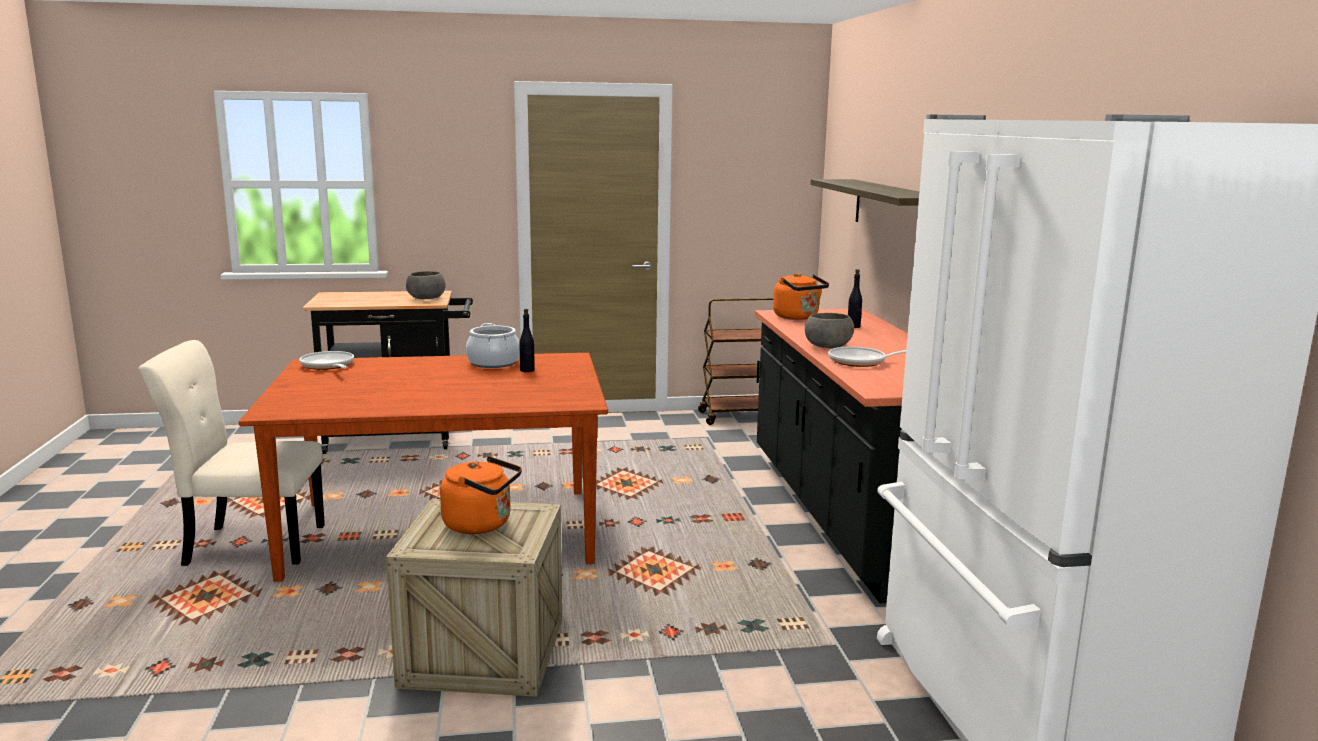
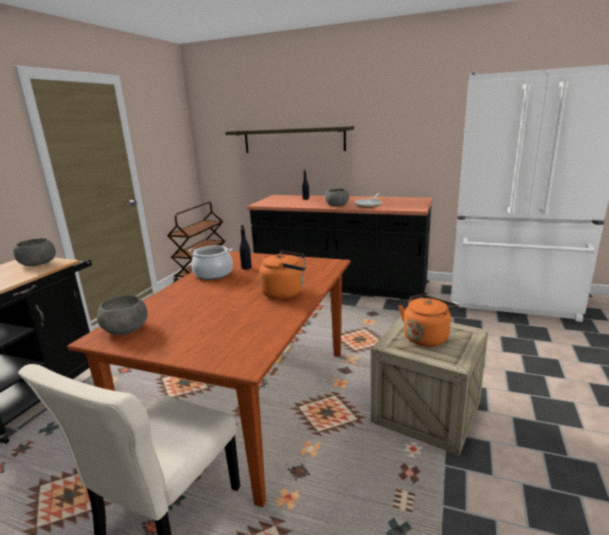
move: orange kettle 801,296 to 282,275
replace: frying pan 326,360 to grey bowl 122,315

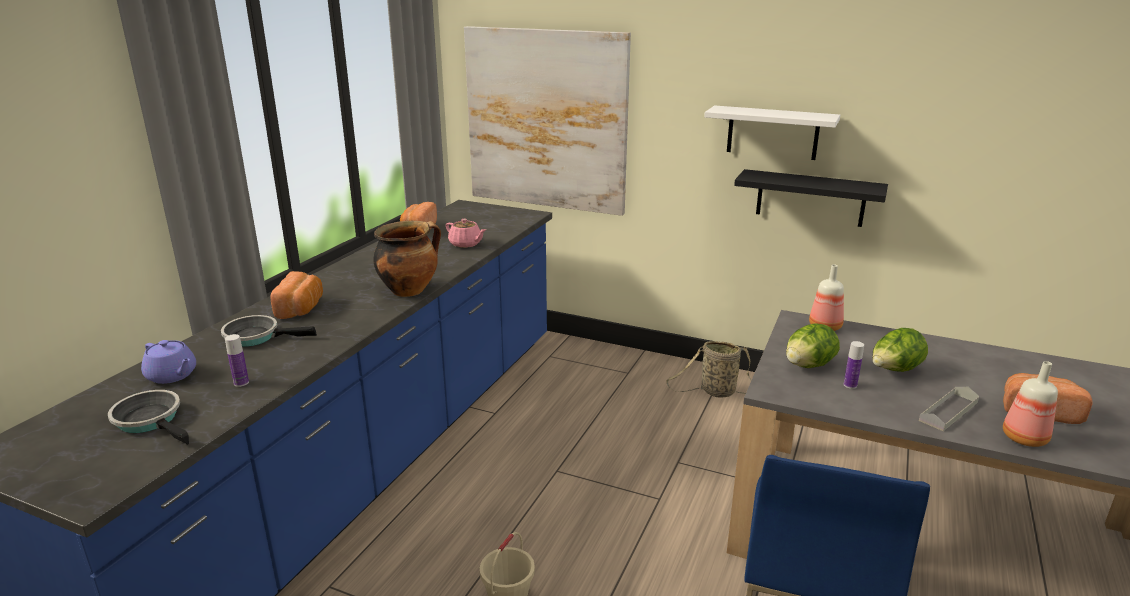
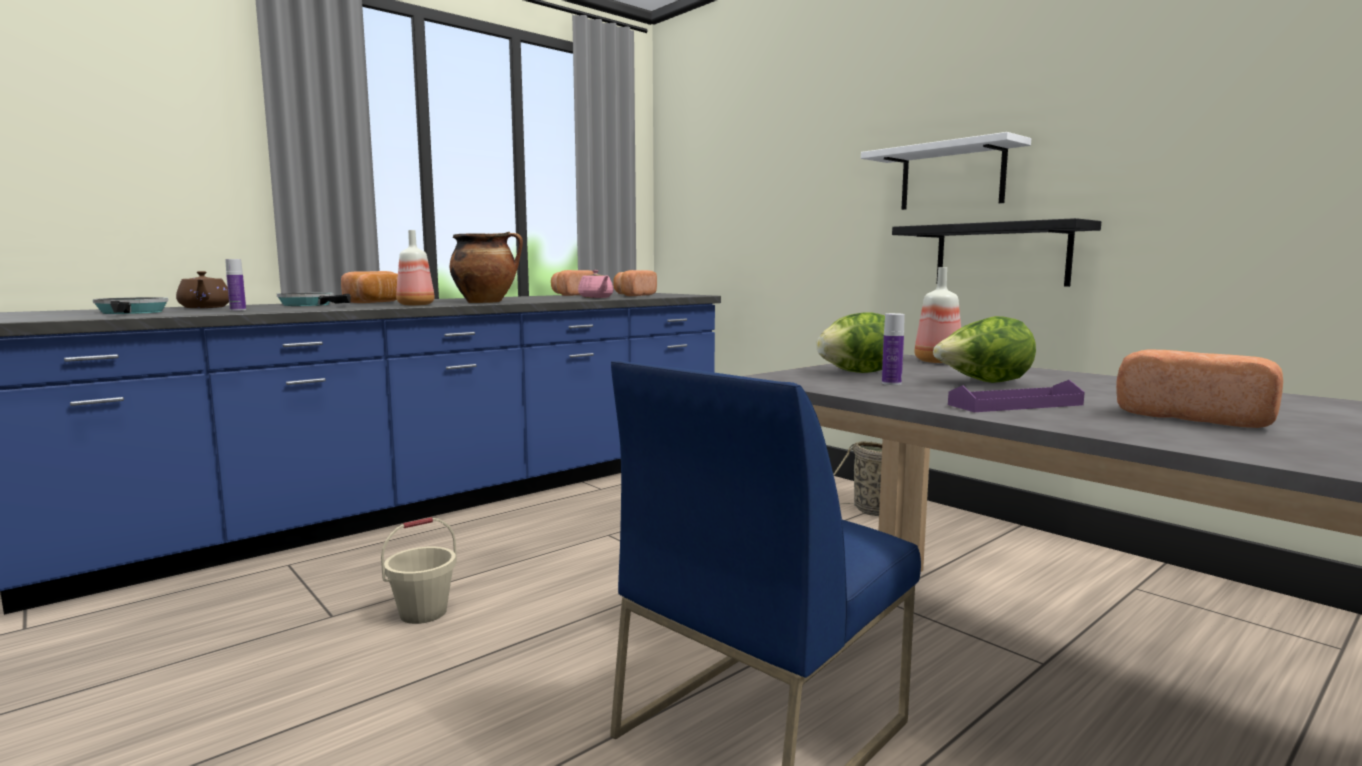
delete: picture 547,121
insert: bread 635,283
move: bottle 1030,404 to 415,268
recolor: purple teapot 168,362 to brown teapot 202,289; grey tray 949,409 to purple tray 1016,396

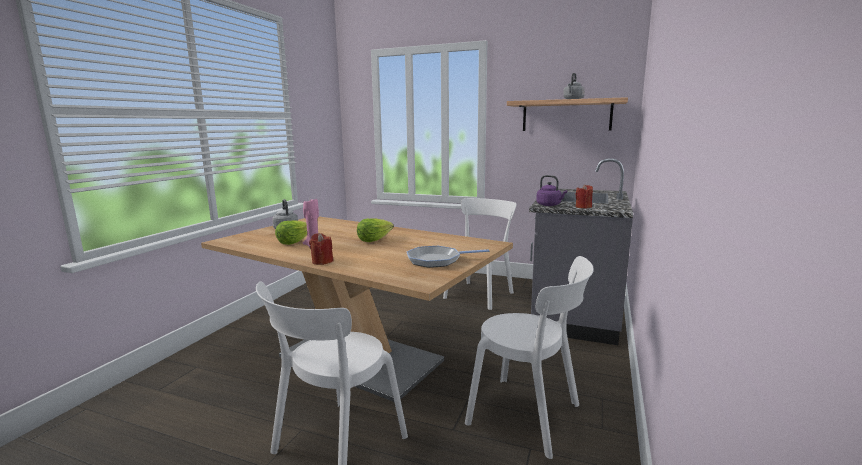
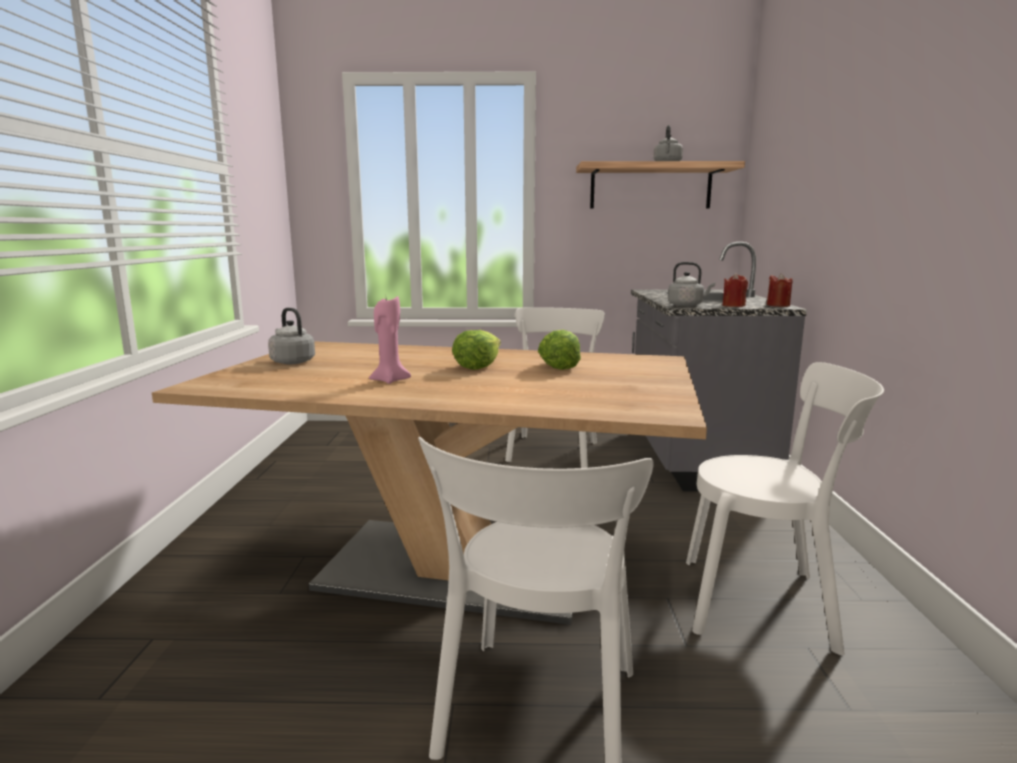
delete: frying pan 448,257
move: lettuce 291,232 to 559,350; red candle 321,249 to 780,290
recolor: purple kettle 551,190 to grey kettle 691,284

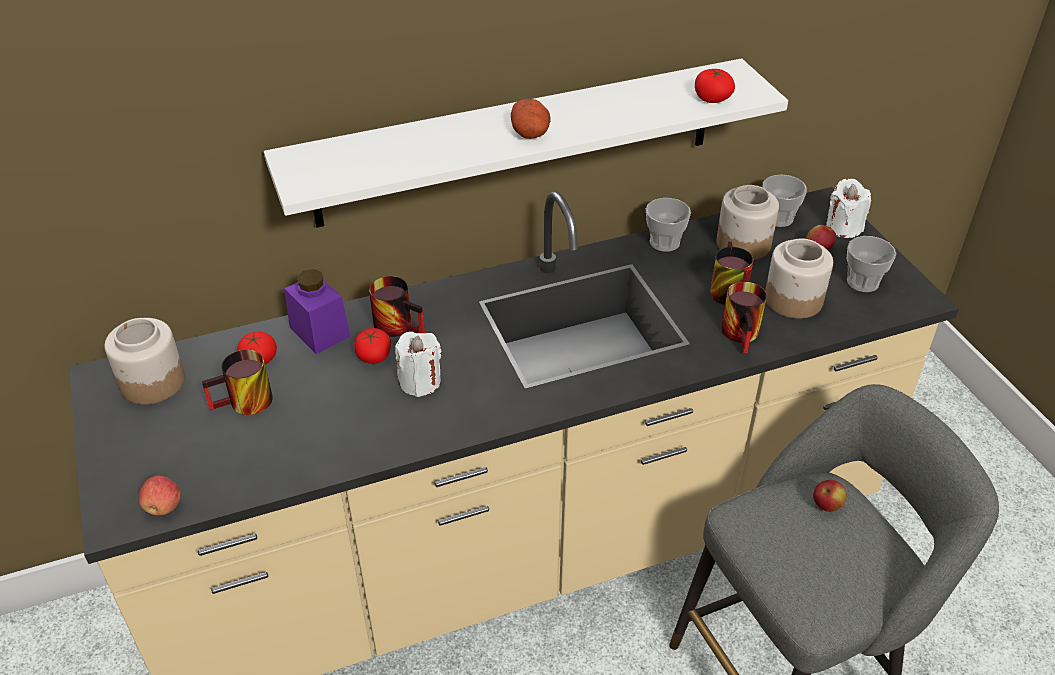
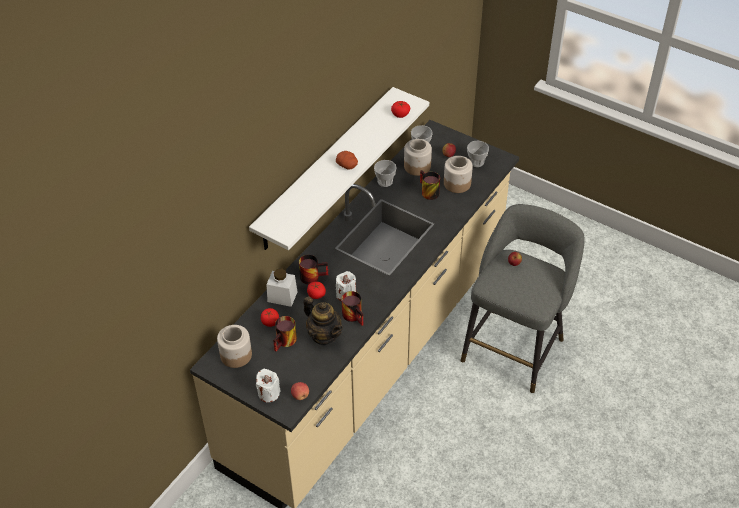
insert: teapot 323,320
move: white candle 848,208 to 268,385; mug 744,317 to 353,308
recolor: purple jar 317,311 to white jar 282,288

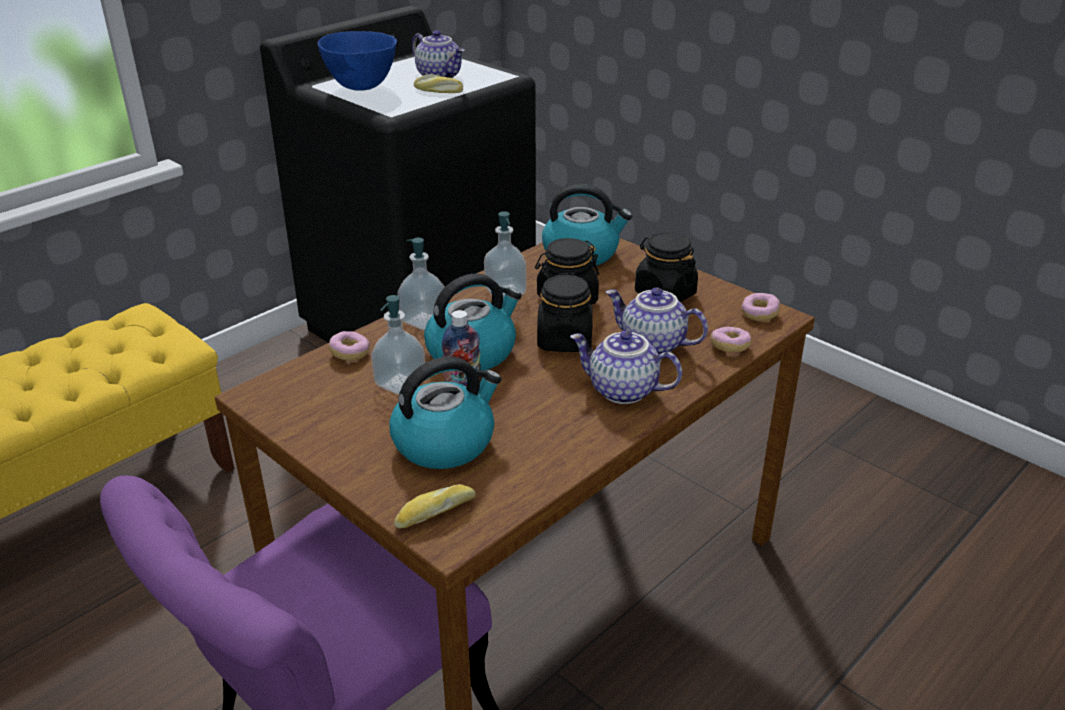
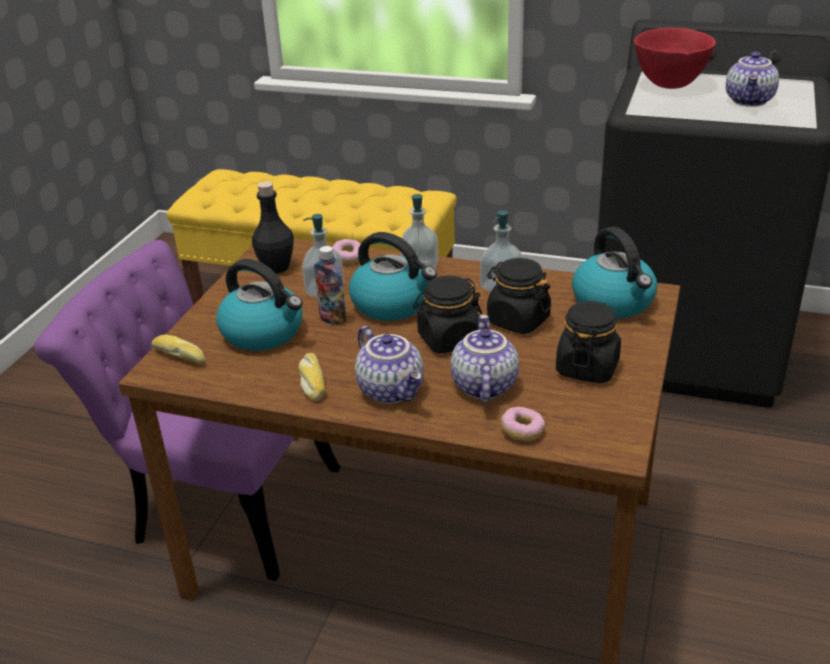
delete: donut 761,307
insert: black bottle 273,227
move: bread 438,83 to 311,377
recolor: blue bowl 357,61 to red bowl 675,58
rotate: teapot 626,367 = 389,365 150 degrees clockwise

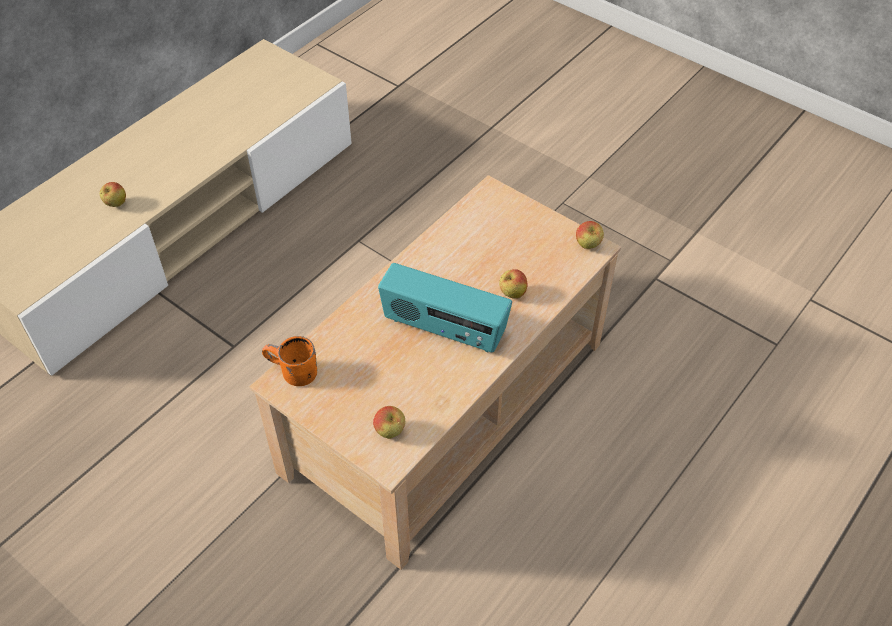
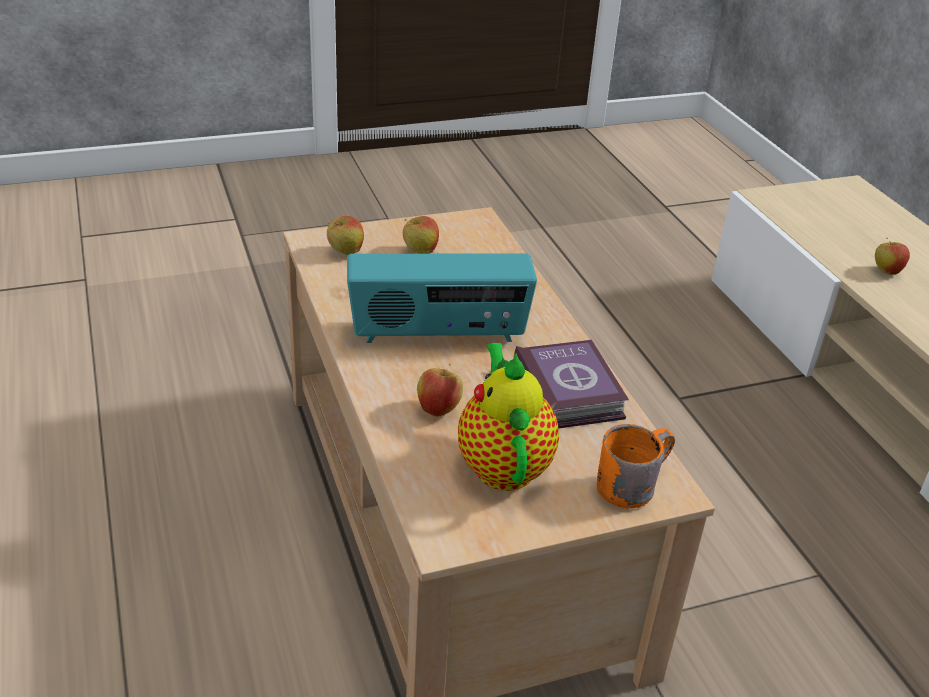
insert: book 571,384; teapot 508,417
move: apple 590,235 to 421,235; orange mug 289,361 to 636,466
rotate: radio 445,307 = 442,298 150 degrees counterclockwise

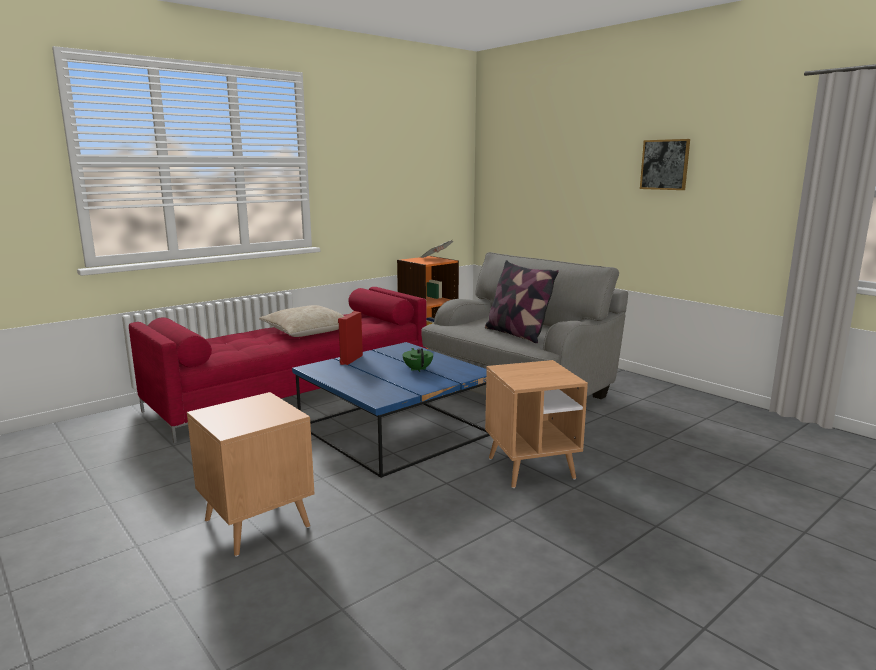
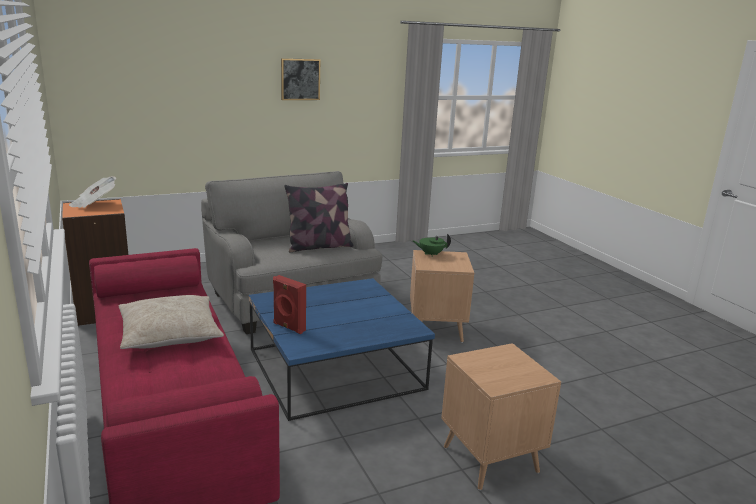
move: green teapot 418,360 to 432,245

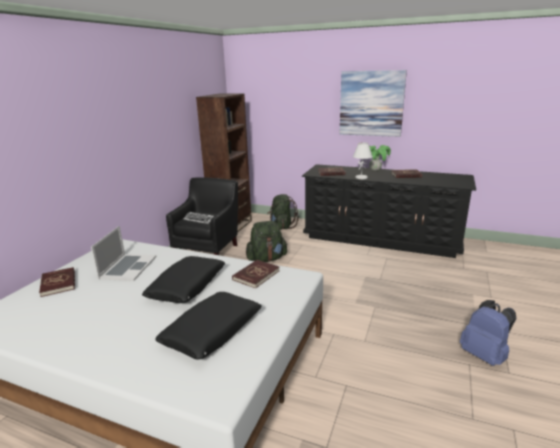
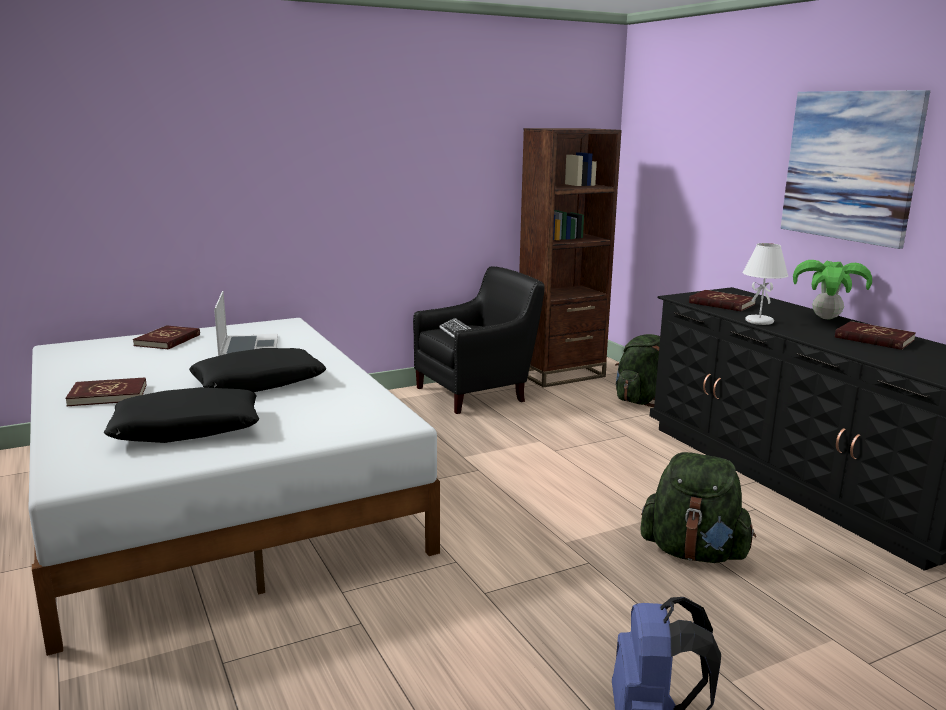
move: green backpack 266,241 to 698,507; red book 255,274 to 105,392
rotate: laptop 124,253 = 246,323 60 degrees counterclockwise

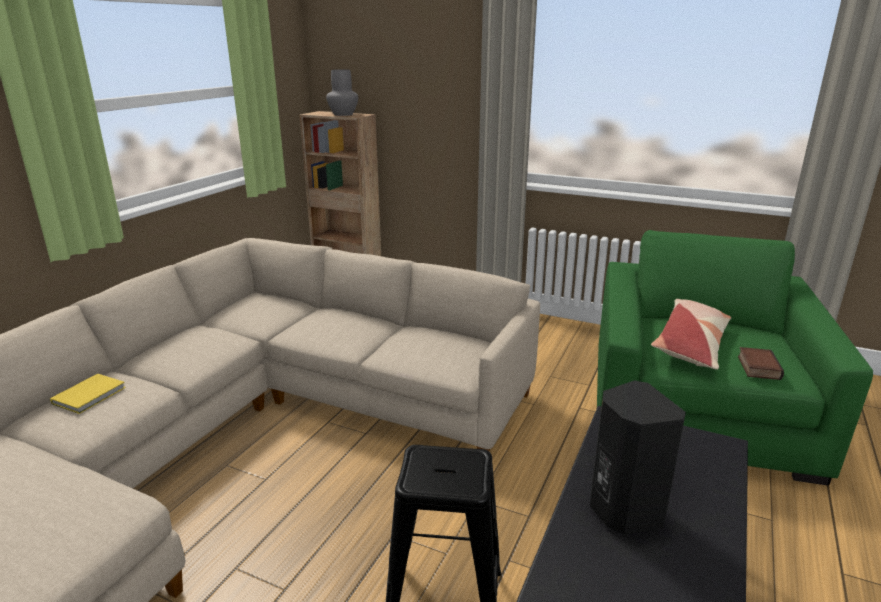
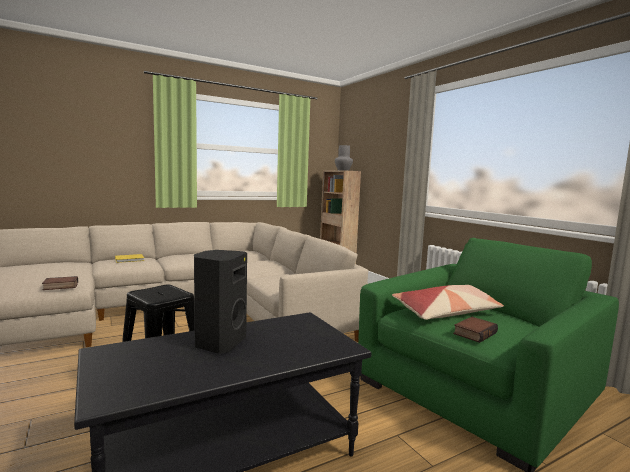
insert: book 60,283

